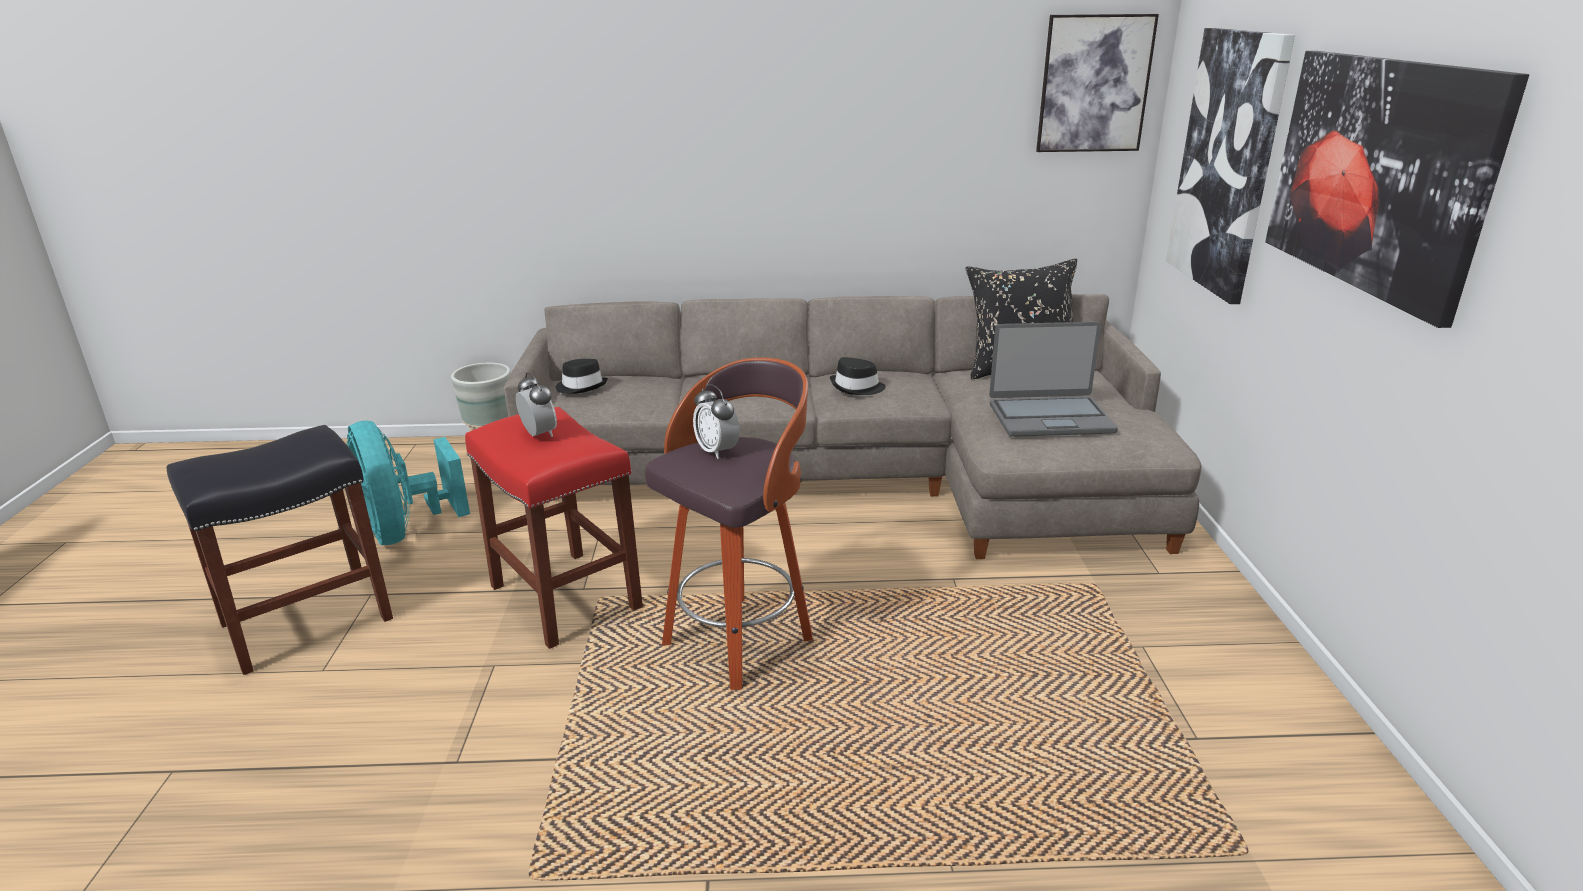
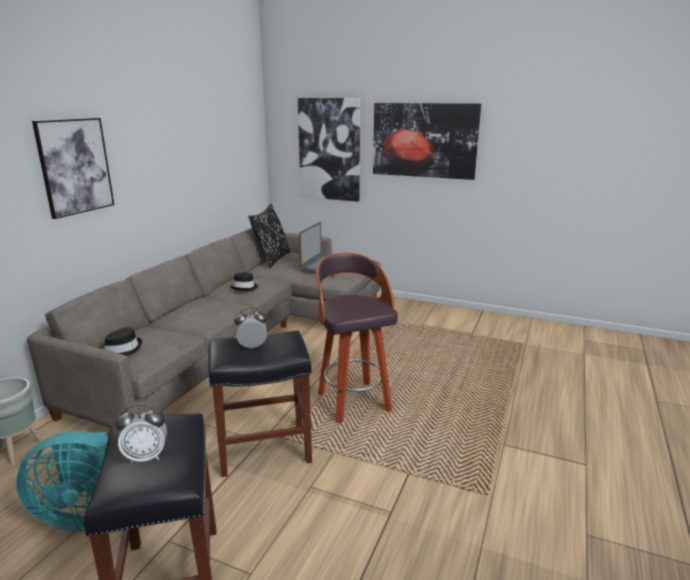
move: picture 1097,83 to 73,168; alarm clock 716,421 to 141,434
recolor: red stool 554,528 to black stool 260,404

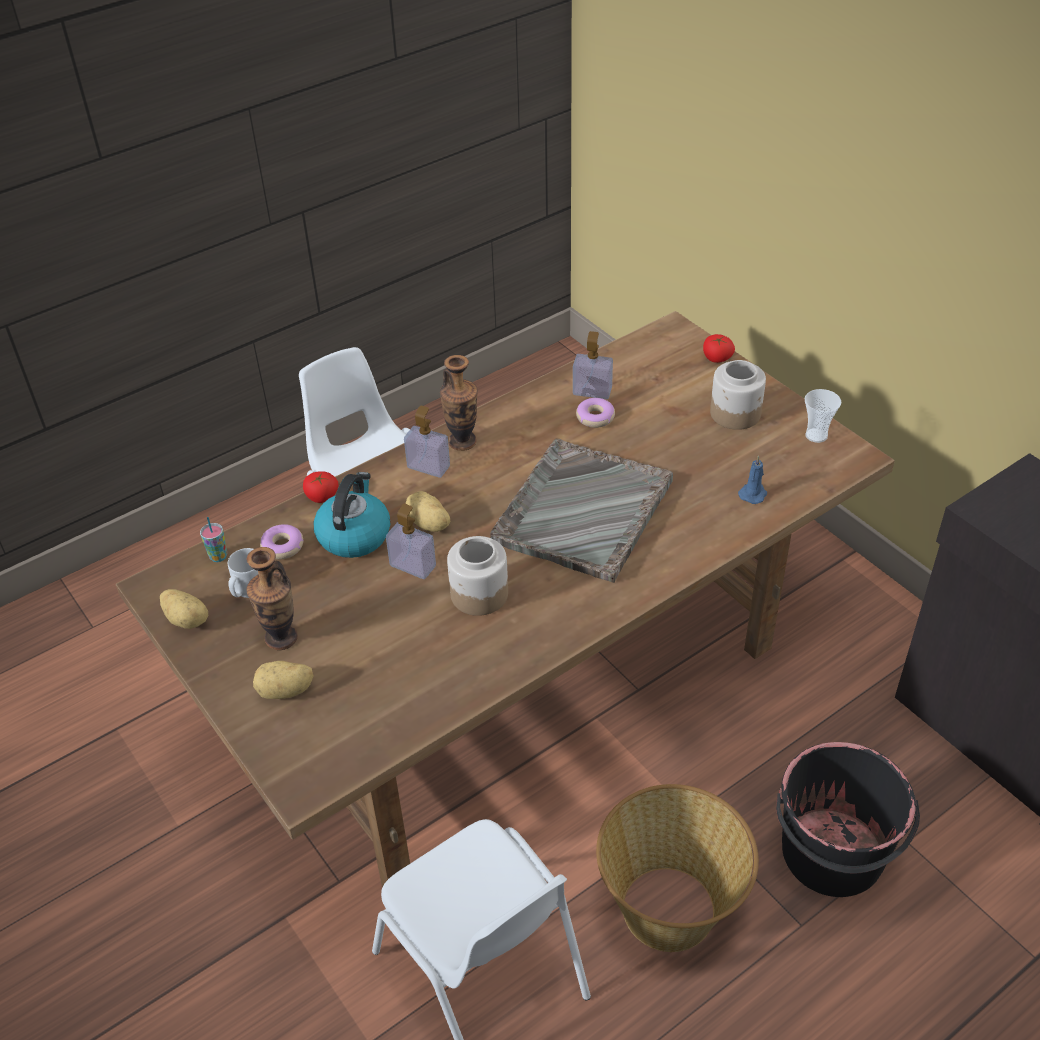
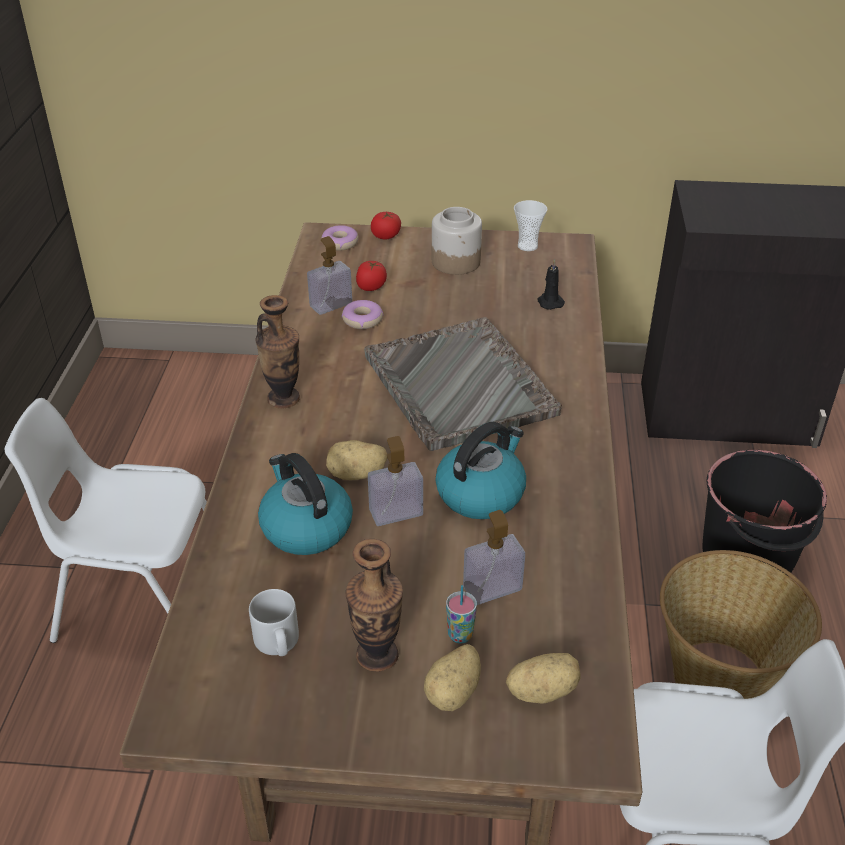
move: soap dispenser 427,442 to 494,557; tomato 321,487 to 371,276; cup 213,539 to 461,614; donut 281,541 to 340,238; potato 184,609 to 543,678
replace: jar 477,576 to kettle 480,470
recolor: blue candle 752,479 to black candle 551,284

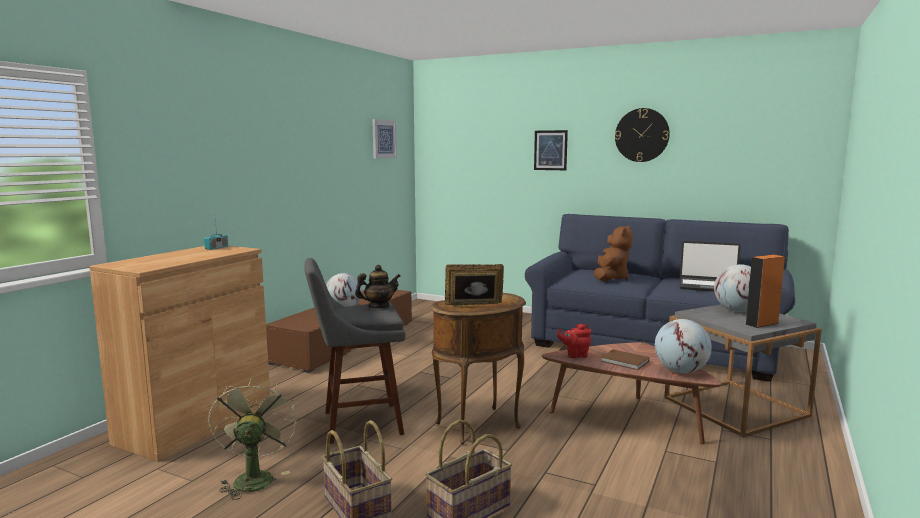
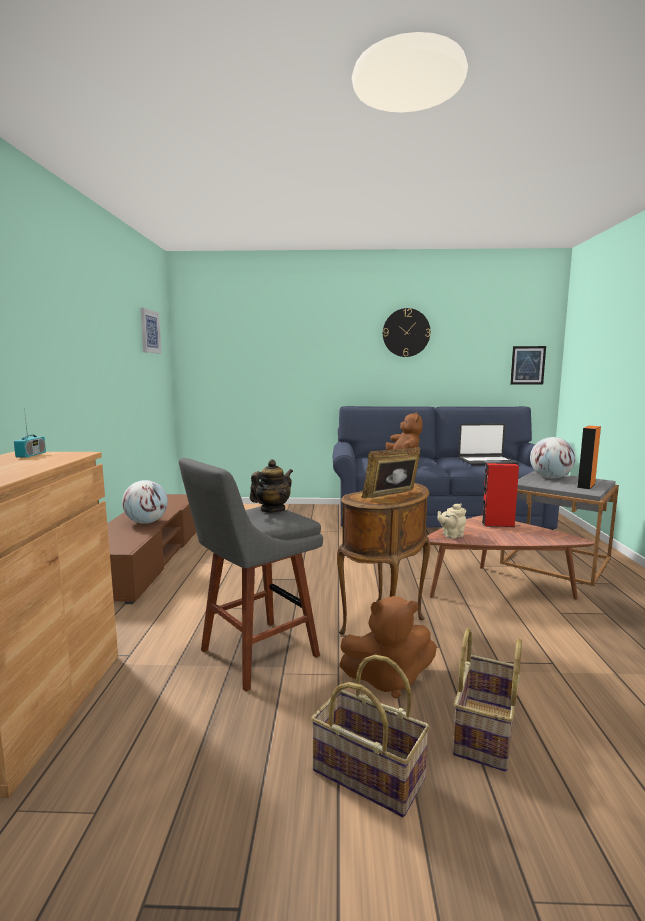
delete: globe 683,346; brown book 625,359; green fan 252,439
insert: red speaker 500,495; brown plush toy 388,647
move: picture 551,150 to 528,365
recolor: red teapot 574,341 to beige teapot 452,521

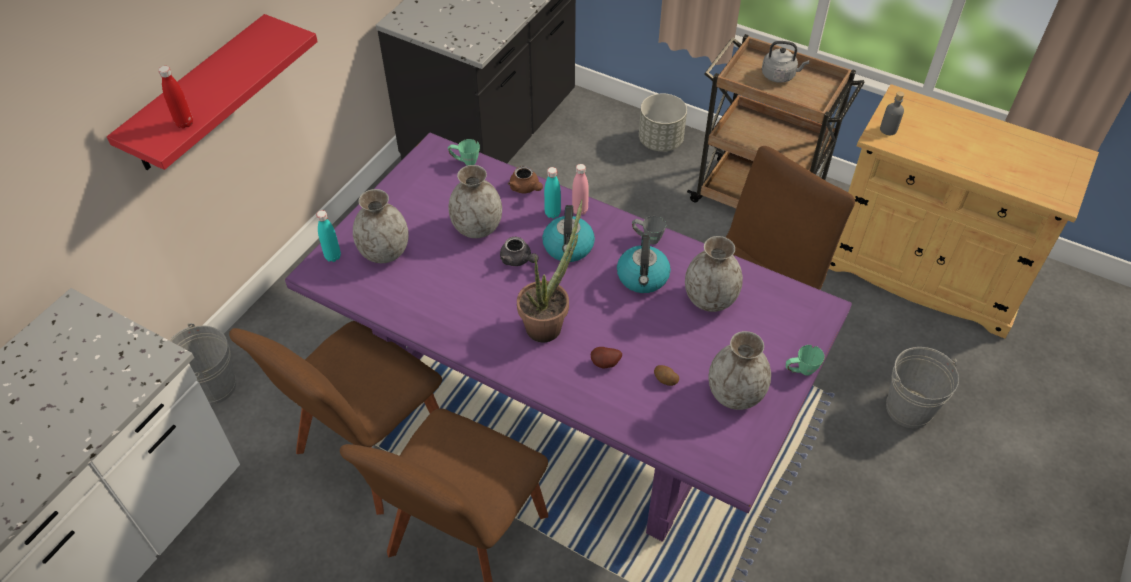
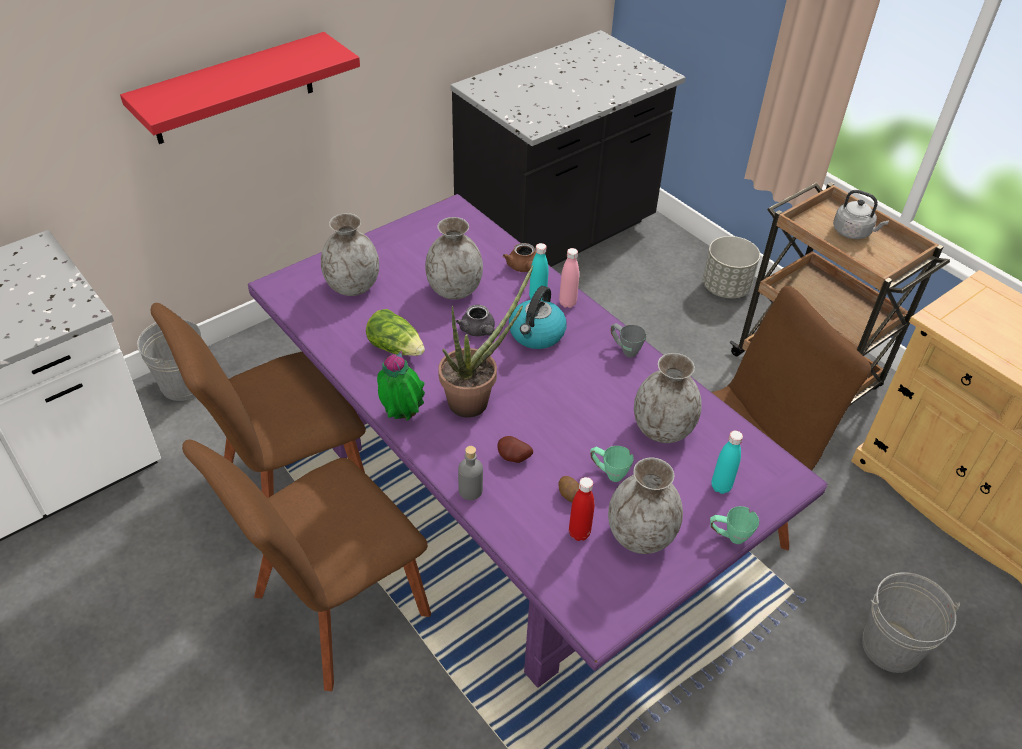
delete: kettle 644,264
insert: lettuce 395,332; potted plant 401,386
move: red bottle 175,97 to 581,509; grey bottle 892,113 to 470,473; green mug 464,152 to 612,464; turquoise bottle 328,236 to 727,462

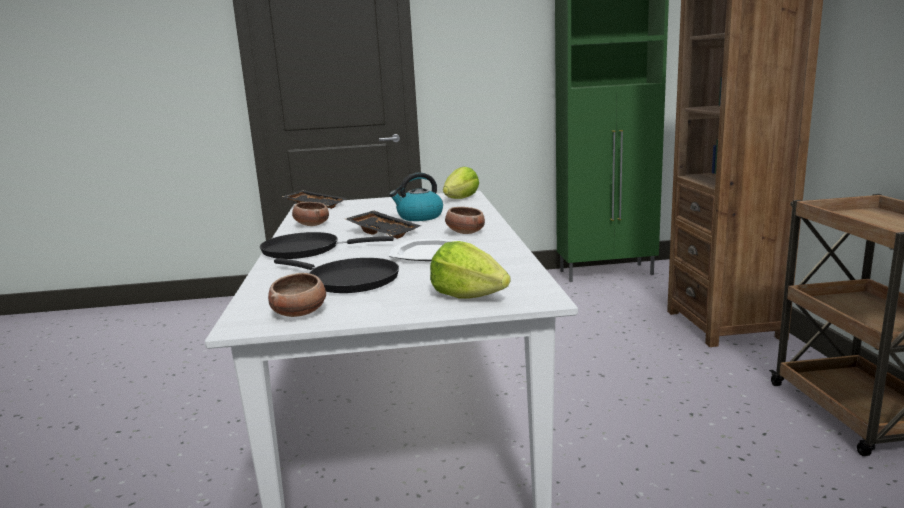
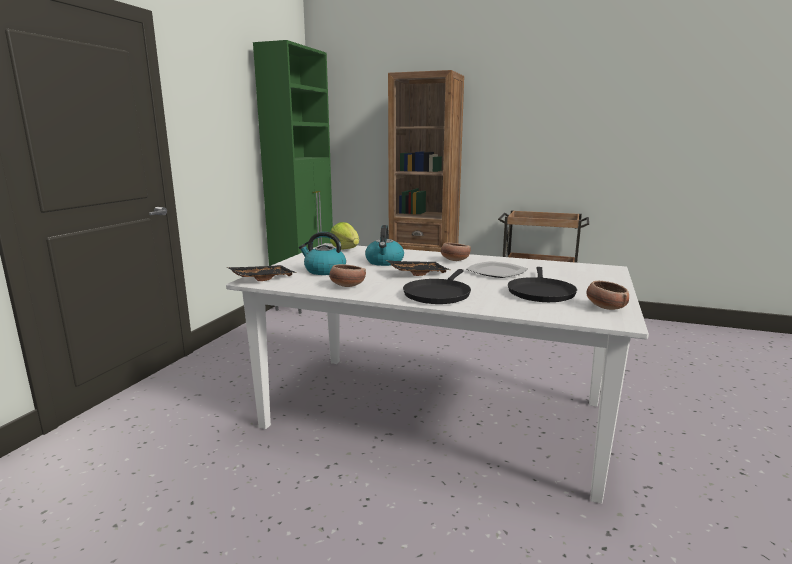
delete: lettuce 470,269
insert: kettle 322,253
rotate: black frying pan 336,275 = 542,284 135 degrees clockwise

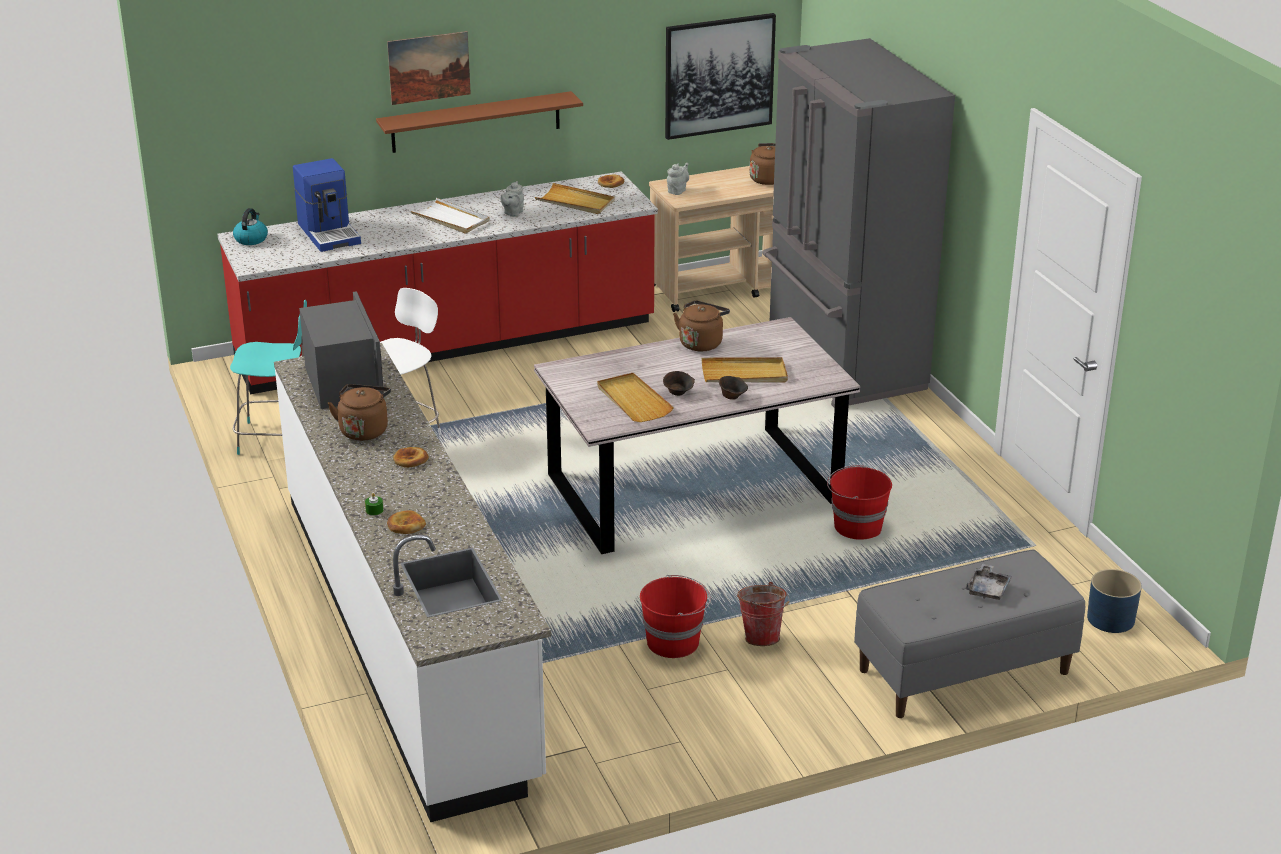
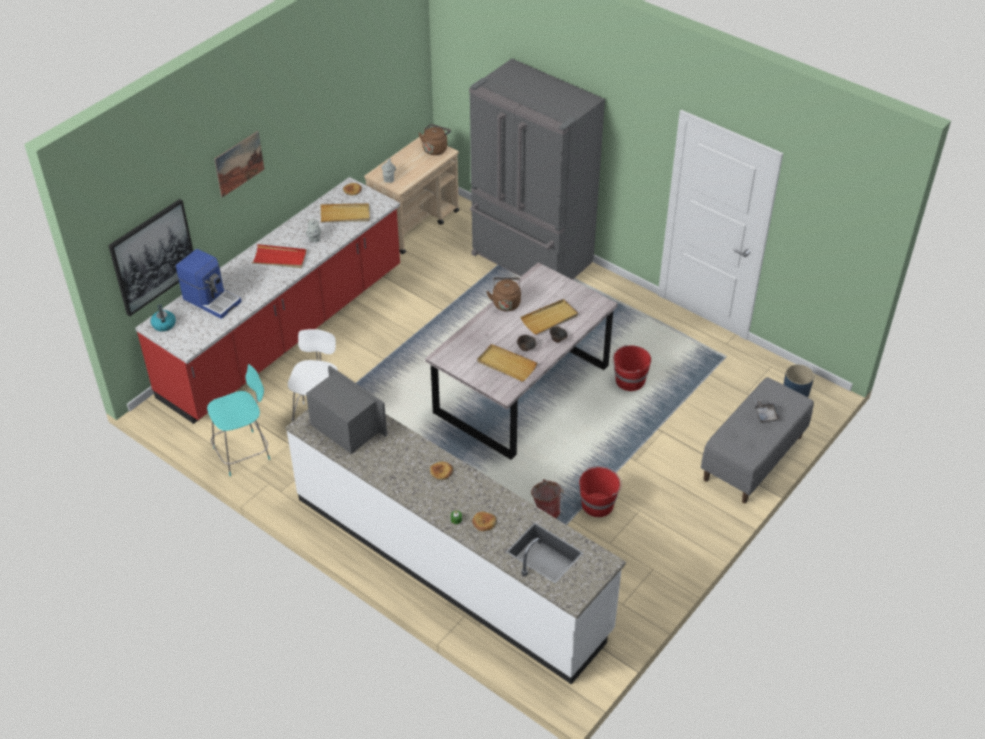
delete: brown shelf 479,122; brown kettle 359,412
move: picture 720,76 to 150,257; bucket 763,614 to 547,498
recolor: white tray 449,216 to red tray 279,256

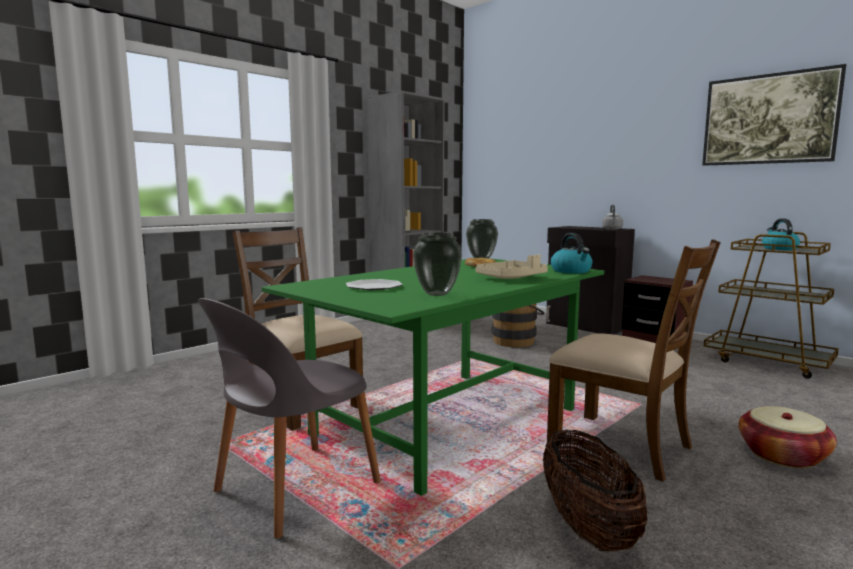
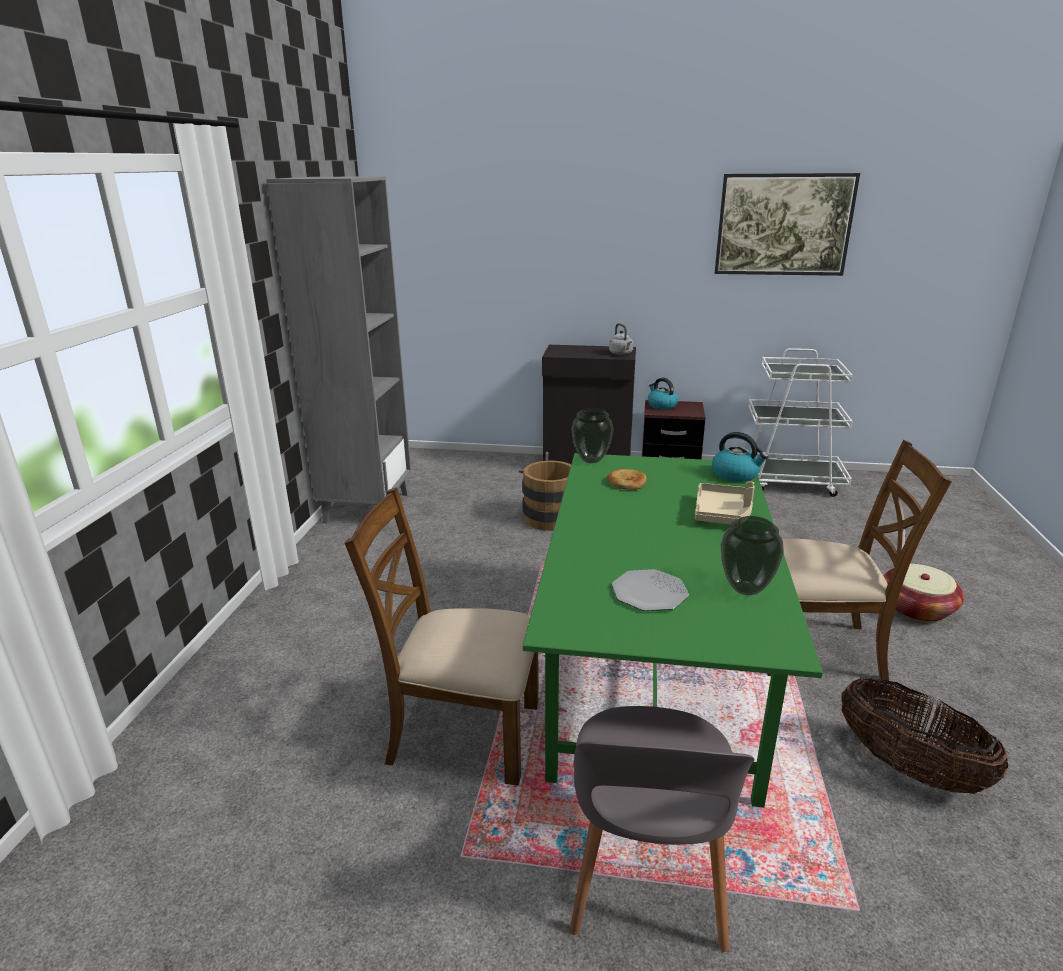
move: kettle 781,234 to 663,394
recolor: brown cart 771,305 to white cart 800,422

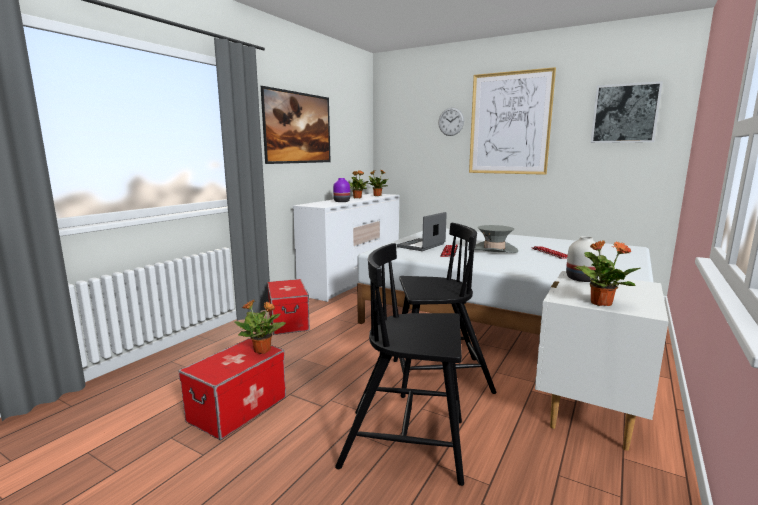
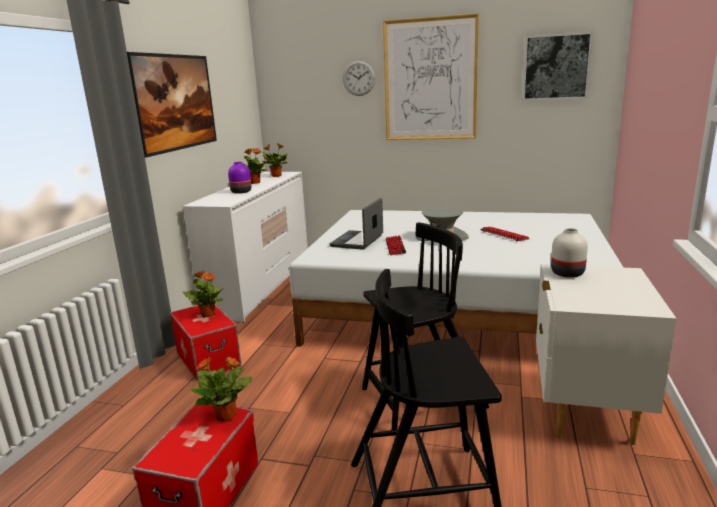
move: potted plant 607,273 to 203,294

